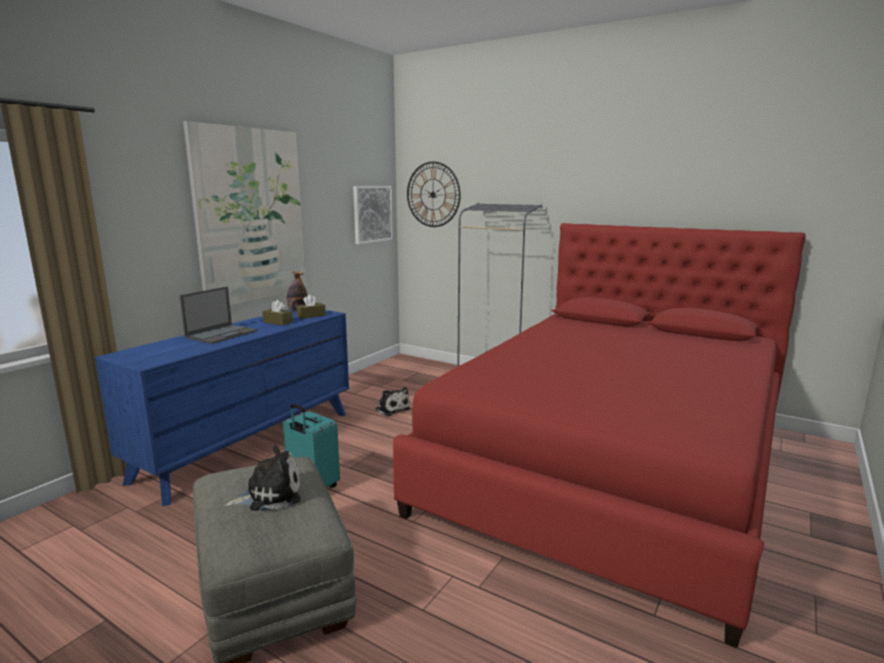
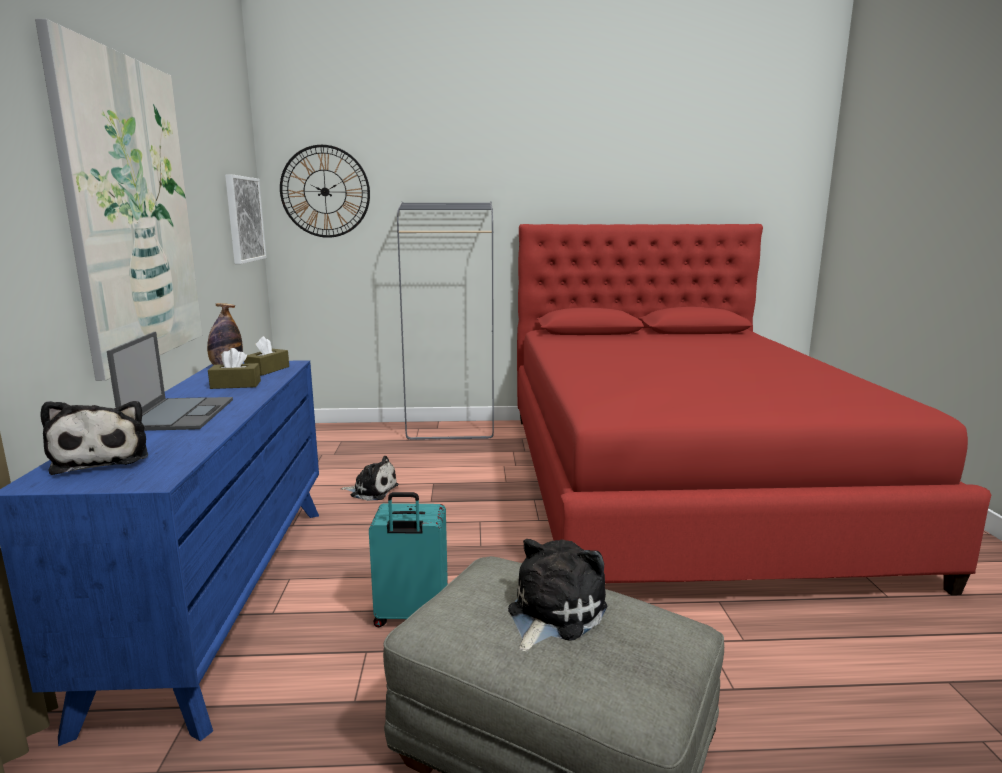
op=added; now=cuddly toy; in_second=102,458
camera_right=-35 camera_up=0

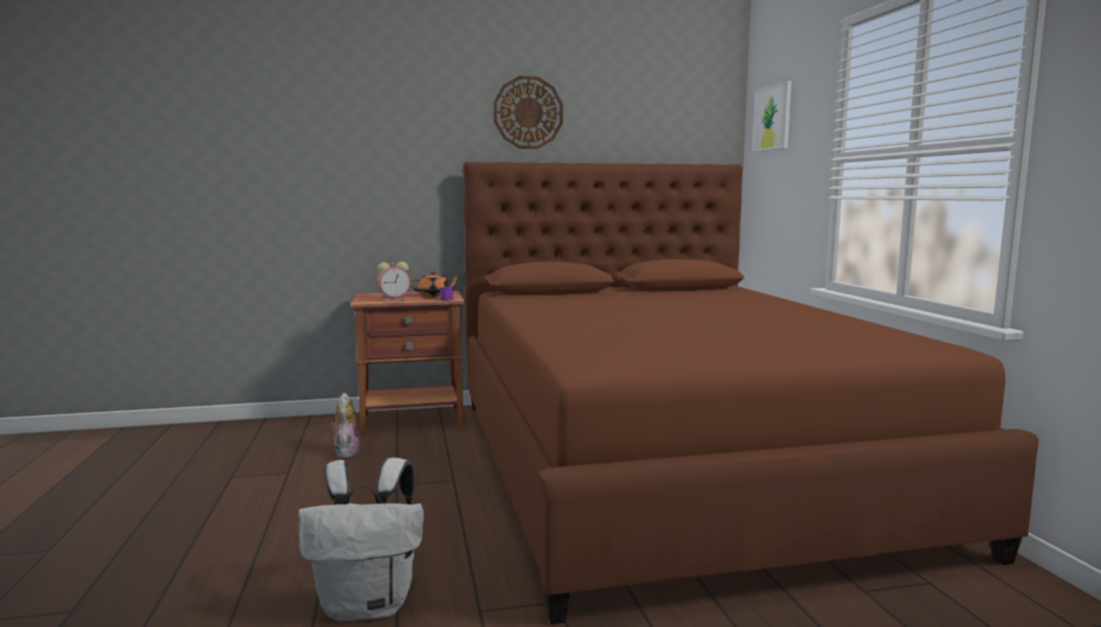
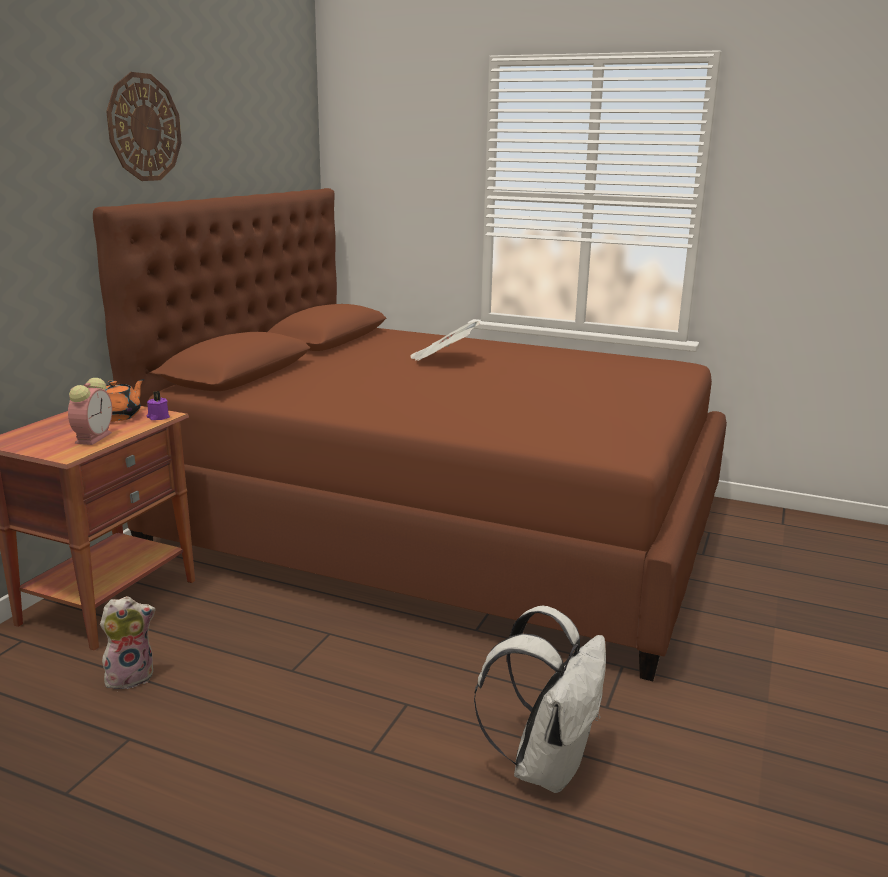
op=turned; was=cuddly toy; in_first=345,452; in_second=131,676; clockwise=120
op=added; now=newspaper; in_second=442,360
op=removed; was=wall picture; in_first=772,118
camera_right=-55 camera_up=10

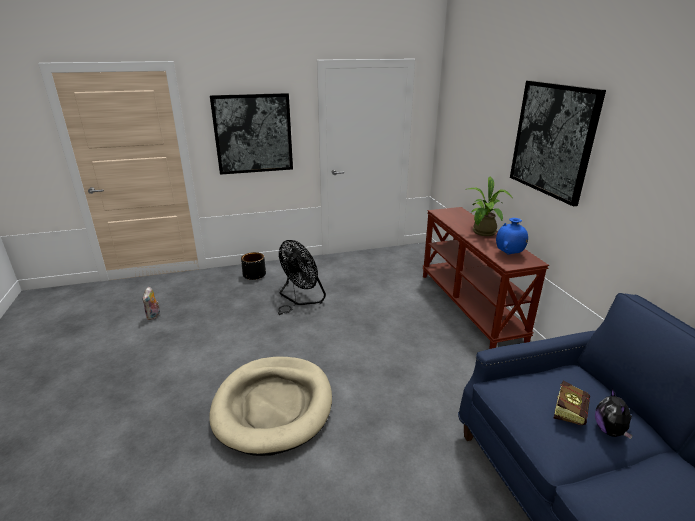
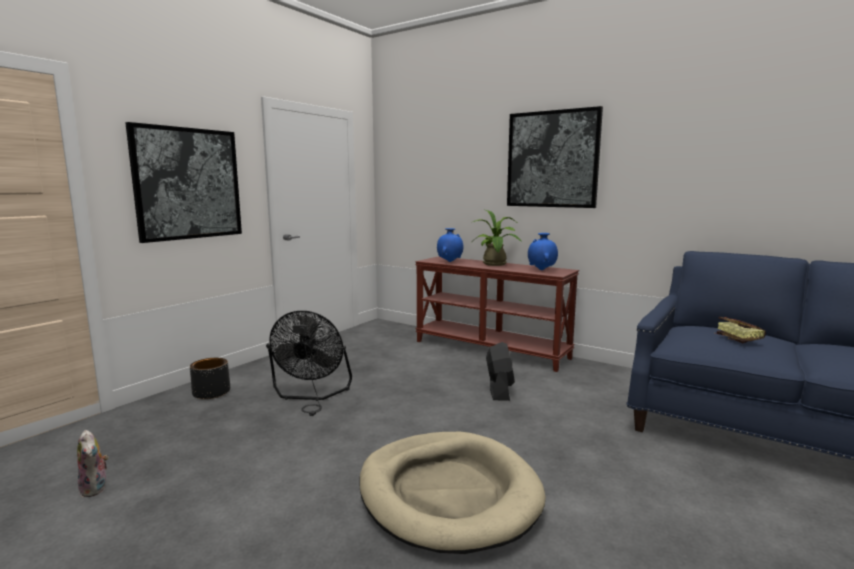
op=added; now=bluish flower vase; in_second=450,261
op=added; now=blackish fan; in_second=499,390
op=removed; was=cuddly toy; in_first=610,430
camera_right=-40 camera_up=-15

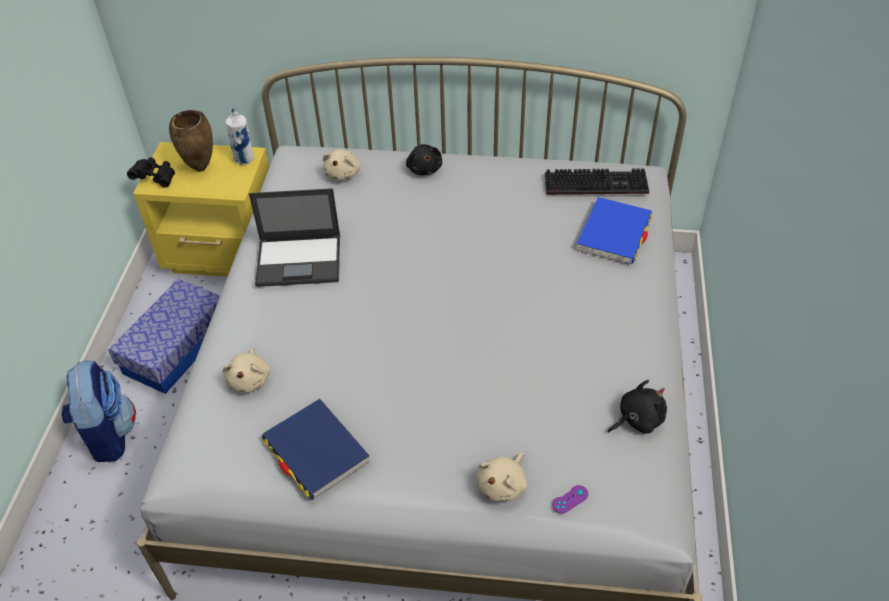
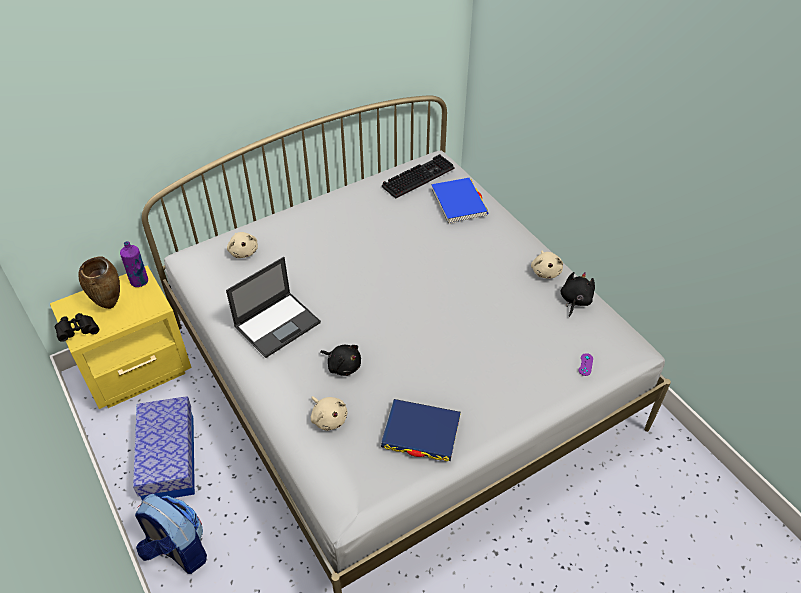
op=recoloured; was=white-coloured beverage bottle; now=purple-coloured beverage bottle; in_first=244,159; in_second=140,281
op=moved; was=blackish cuddly toy; in_first=424,168; in_second=343,365
op=moved; was=sand-coloured cuddly toy; in_first=503,485; in_second=546,271
camera_right=-40 camera_up=0

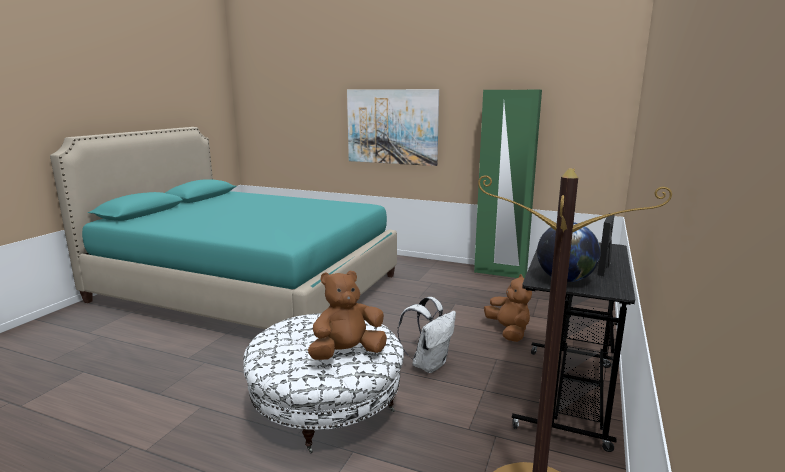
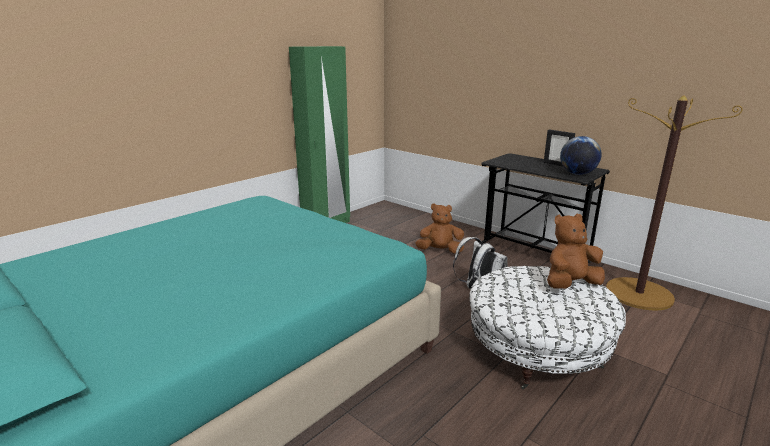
op=turned; was=brown-coloured cuddly toy; in_first=347,353; in_second=570,284; clockwise=75
op=removed; was=wall picture; in_first=392,127
camera_right=-70 camera_up=5

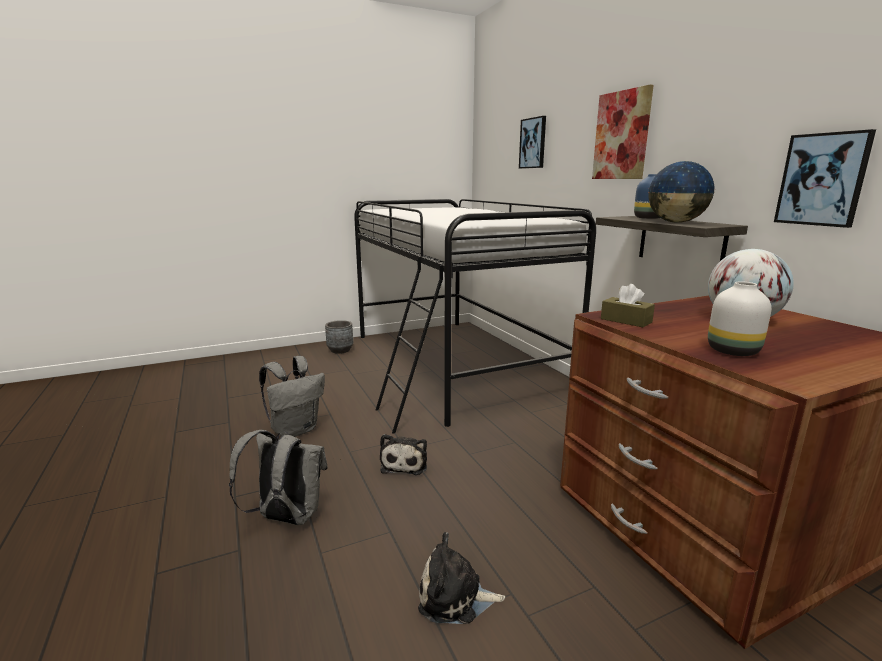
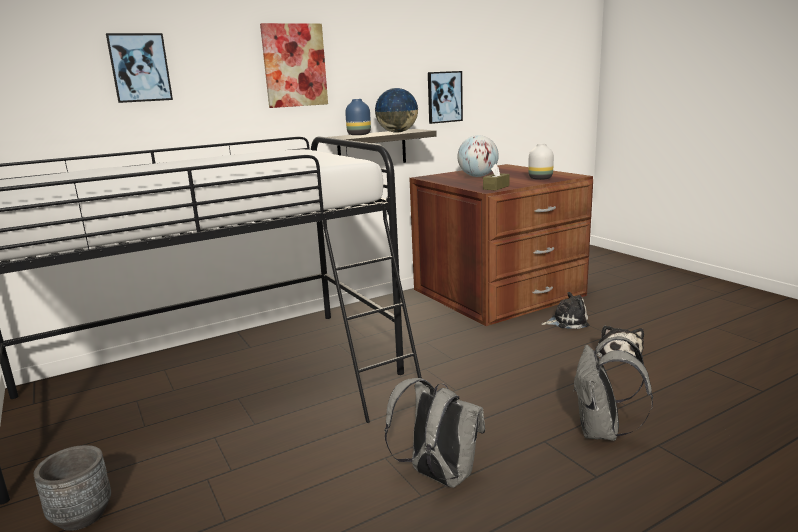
op=moved; was=cuddly toy; in_first=405,463; in_second=567,321
camera_right=-95 camera_up=0

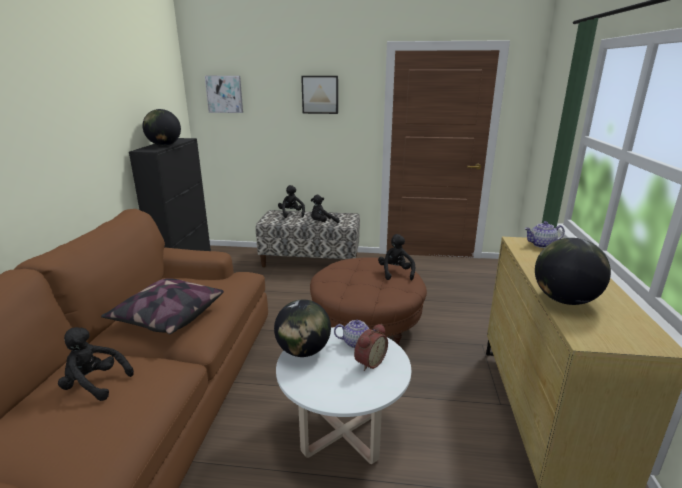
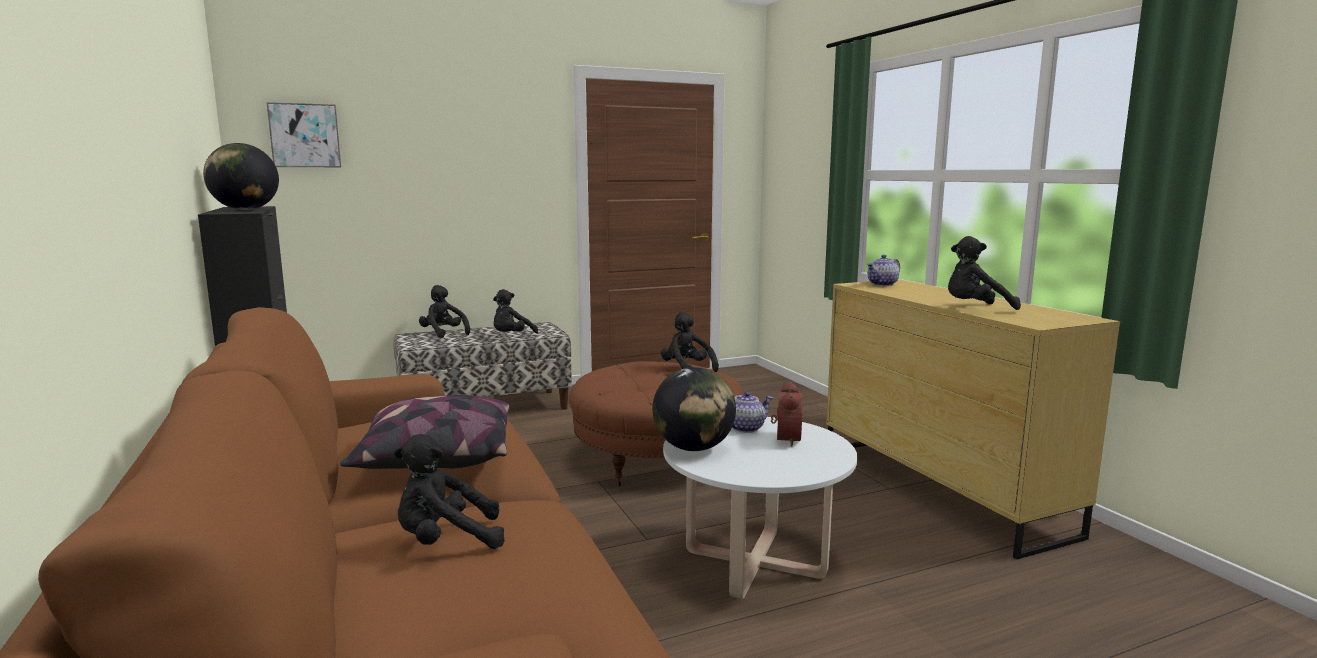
op=replaced; was=desk globe; now=blackish cuddly toy; in_first=564,300; in_second=975,309
op=removed; was=wall picture; in_first=320,94
camera_right=-30 camera_up=-10

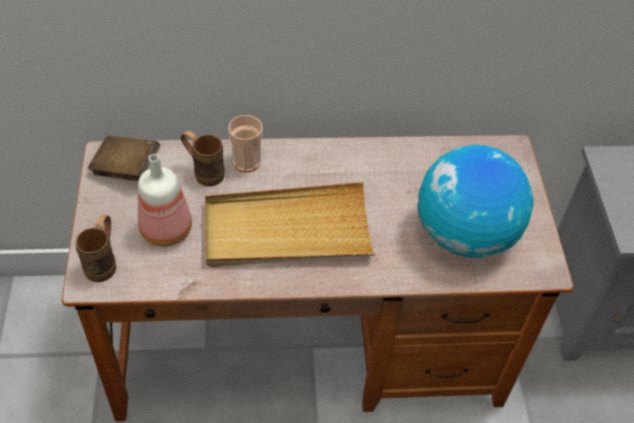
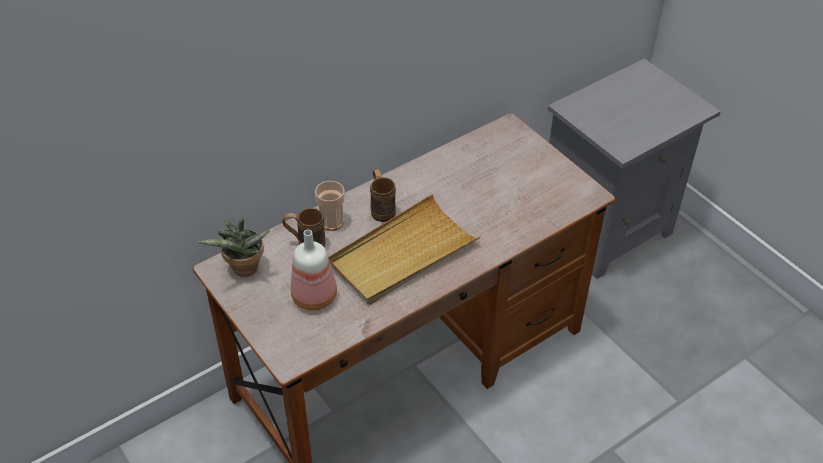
op=replaced; was=brown-coloured bound book; now=plant in a pot; in_first=126,169; in_second=244,271
op=moved; was=brown-coloured tea mug; in_first=104,262; in_second=381,208
op=removed; was=desk globe; in_first=464,235
camera_right=-30 camera_up=-5

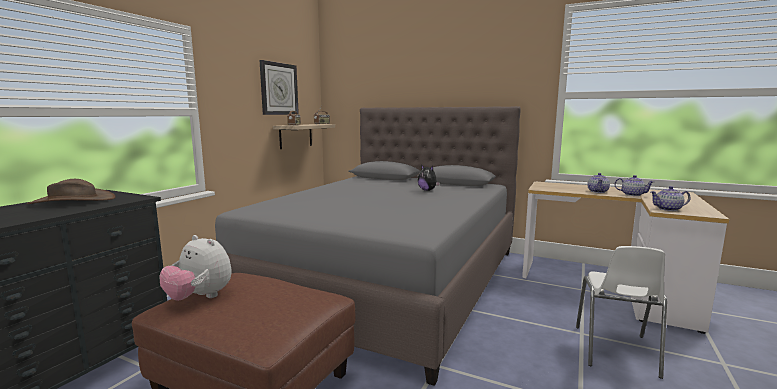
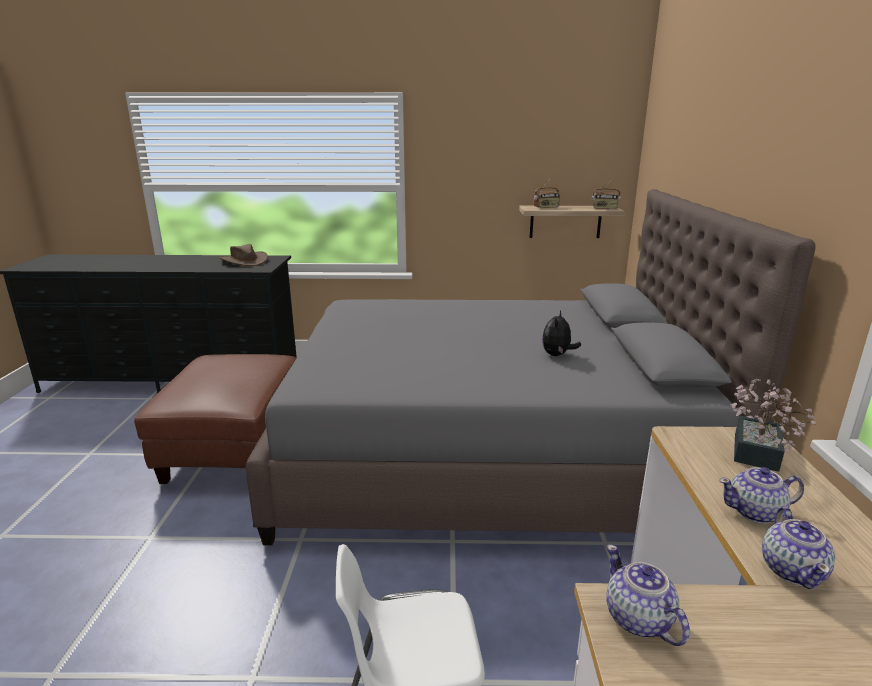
op=added; now=plant in a pot; in_second=754,455
op=removed; was=cuddly toy; in_first=200,298
op=removed; was=clock on the wall; in_first=279,89
camera_right=65 camera_up=10

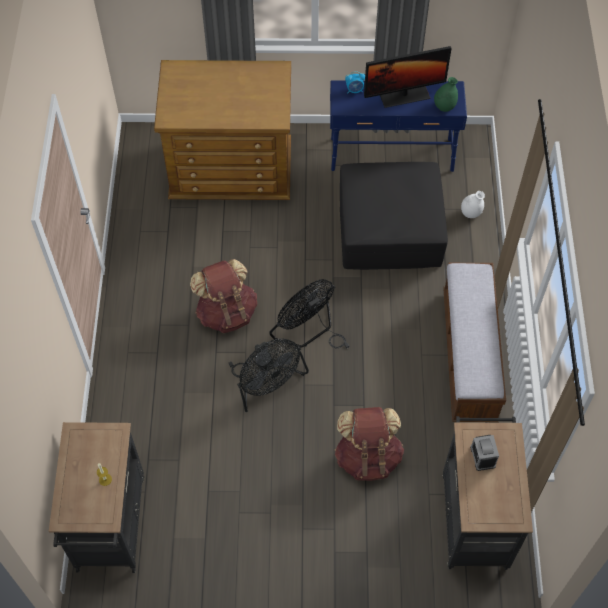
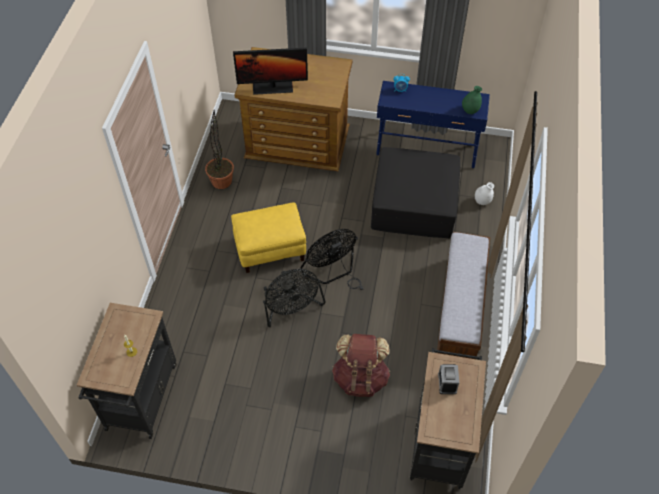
op=added; now=plant in a pot; in_second=221,181
op=replaced; was=brown-coloured knapsack; now=yellow footrest; in_first=226,312; in_second=270,249
op=moved; was=monitor; in_first=404,95; in_second=272,87
camera_right=10 camera_up=-5

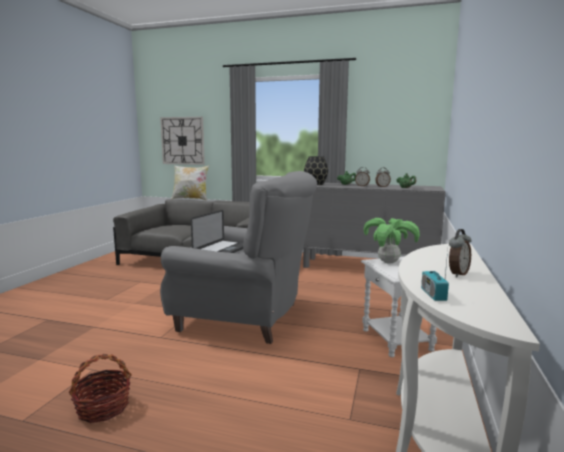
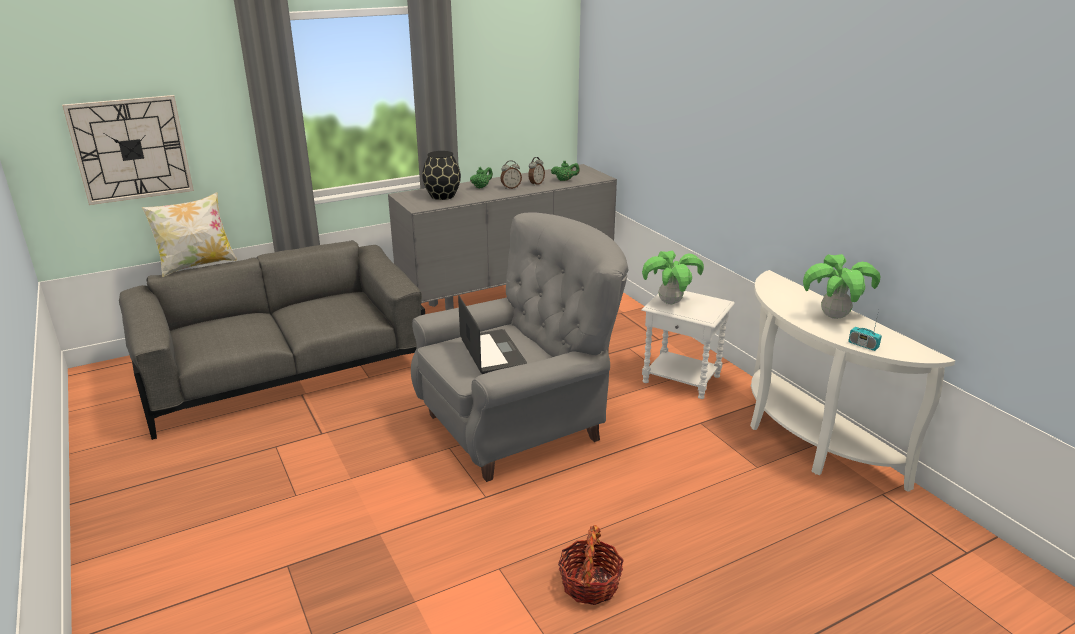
op=replaced; was=bedside clock; now=plant in a pot; in_first=457,274; in_second=833,316
camera_right=-45 camera_up=15

